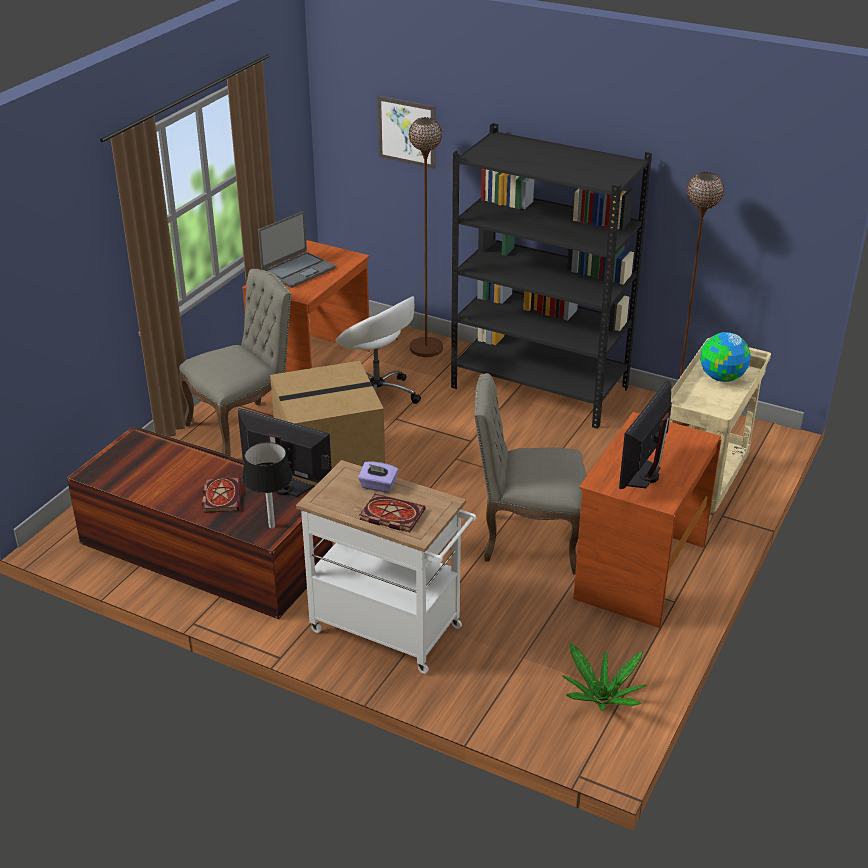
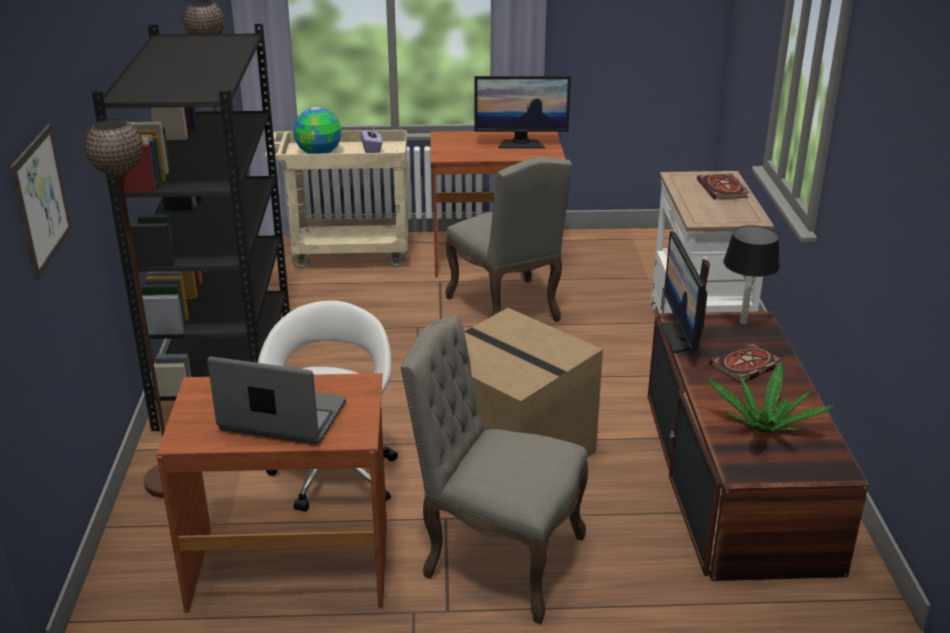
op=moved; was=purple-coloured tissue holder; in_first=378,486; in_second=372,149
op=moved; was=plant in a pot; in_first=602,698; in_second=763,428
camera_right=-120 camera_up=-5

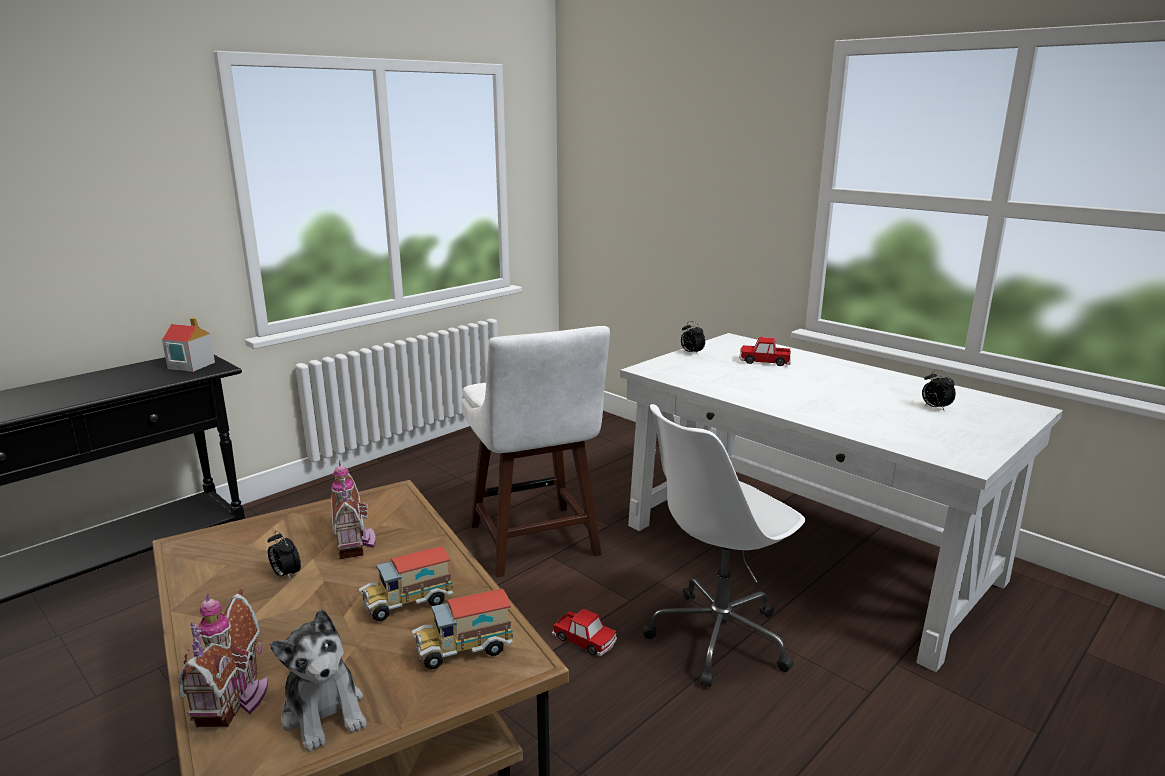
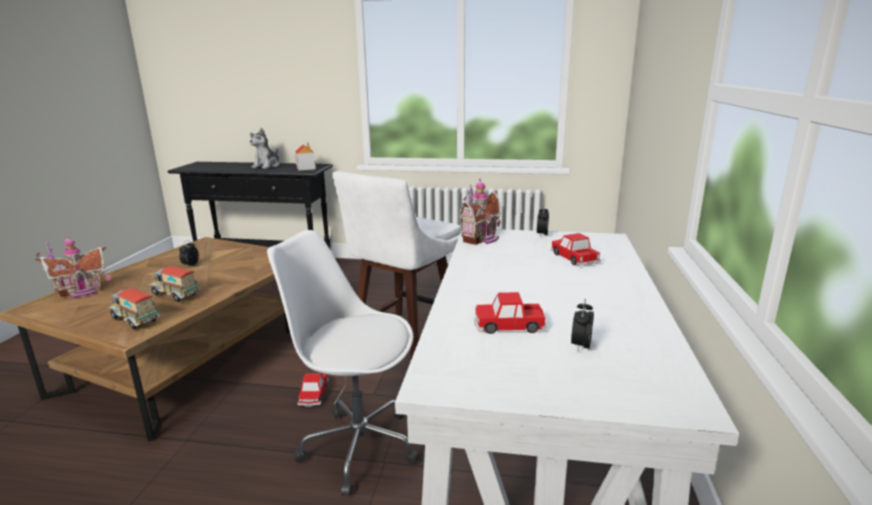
op=moved; was=cuddly toy; in_first=324,712; in_second=267,166
op=moved; was=model house; in_first=355,542; in_second=482,239
op=added; now=toy car; in_second=508,325
camera_right=55 camera_up=0

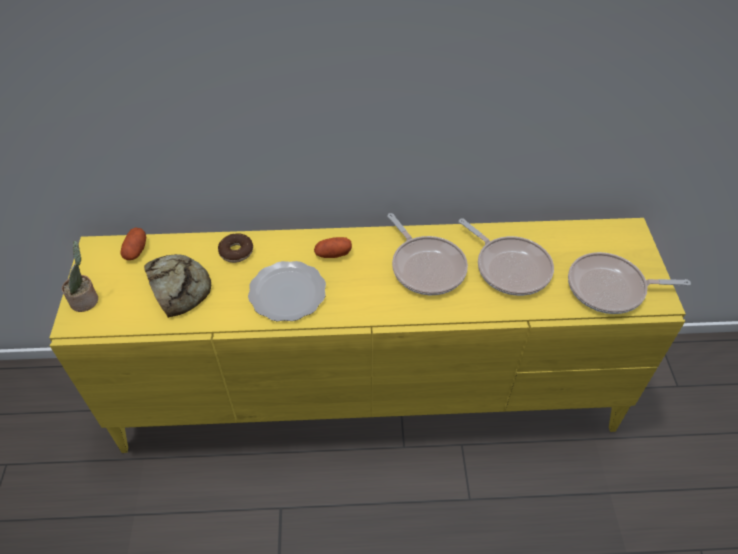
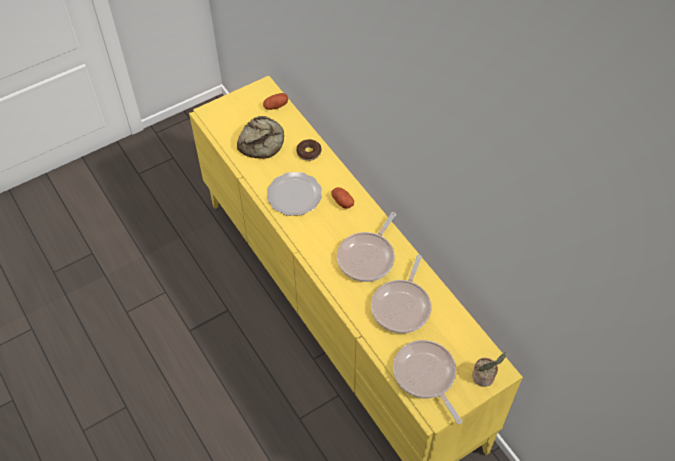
op=moved; was=plant in a pot; in_first=86,300; in_second=485,377
camera_right=60 camera_up=5

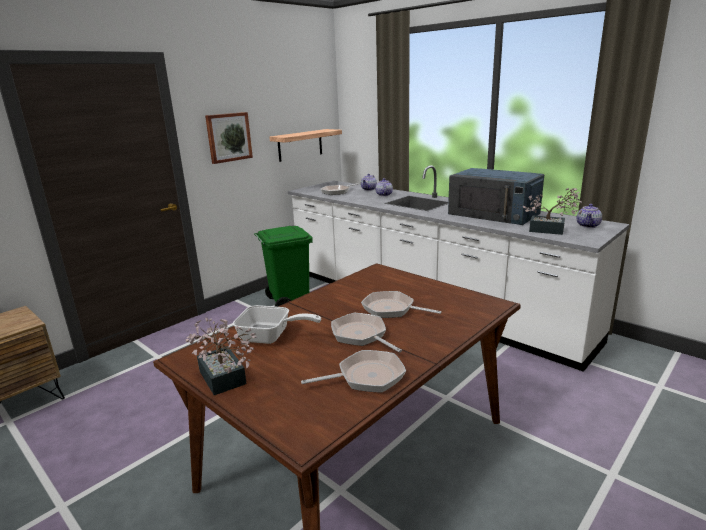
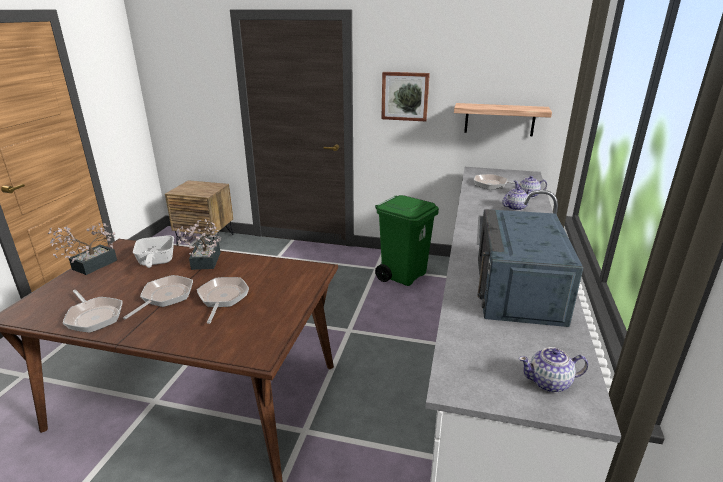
op=moved; was=plant in a pot; in_first=551,230; in_second=204,263
camera_right=60 camera_up=5

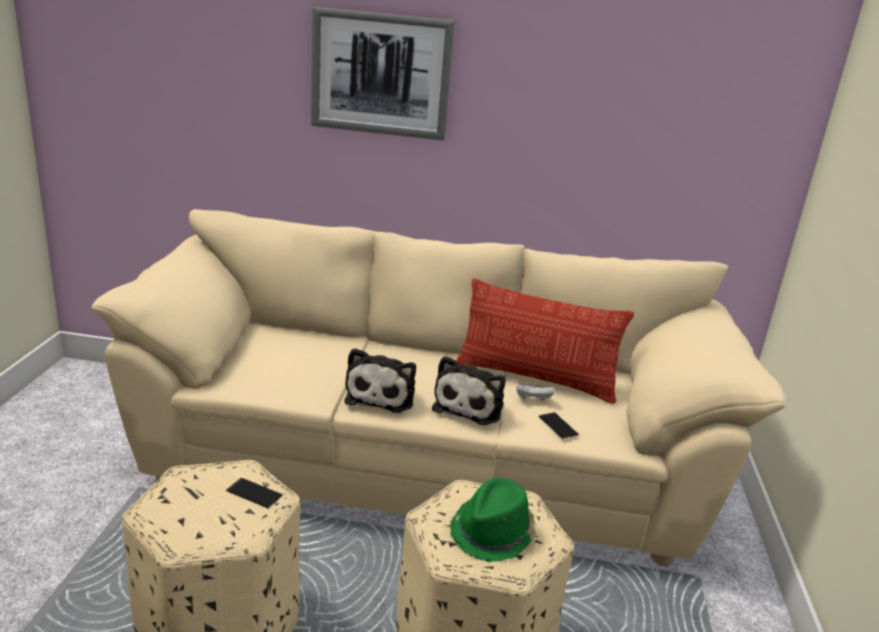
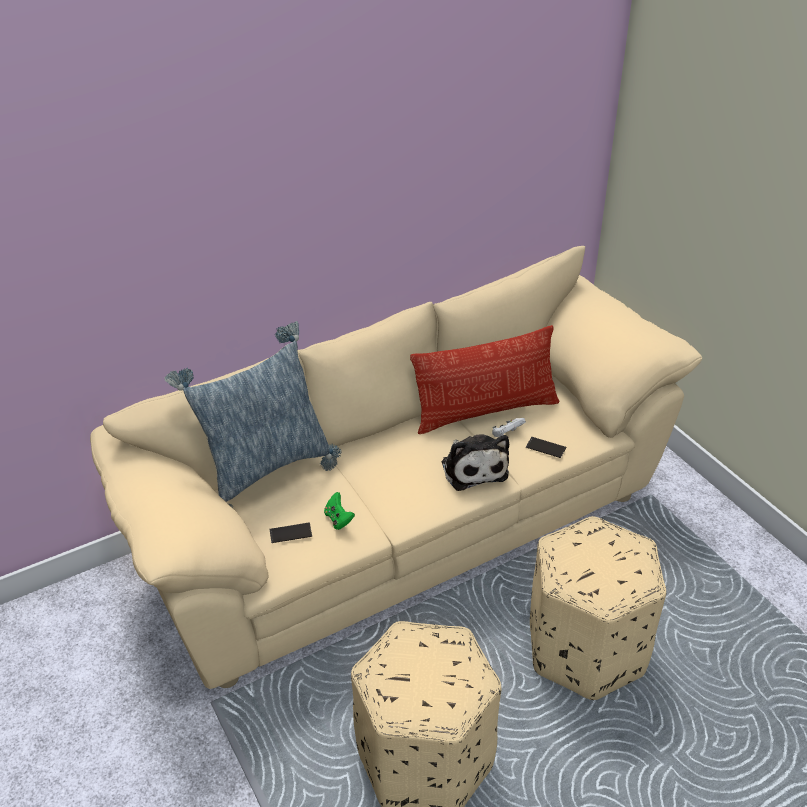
op=added; now=cushion; in_second=264,479
op=moved; was=handset; in_first=254,493; in_second=290,533
op=added; now=greenish gamepad; in_second=338,519
op=removed; was=wall picture; in_first=381,74
op=removed; was=cuddly toy; in_first=382,395
op=removed; was=greenish wearable hat; in_first=493,533
camera_right=-35 camera_up=15

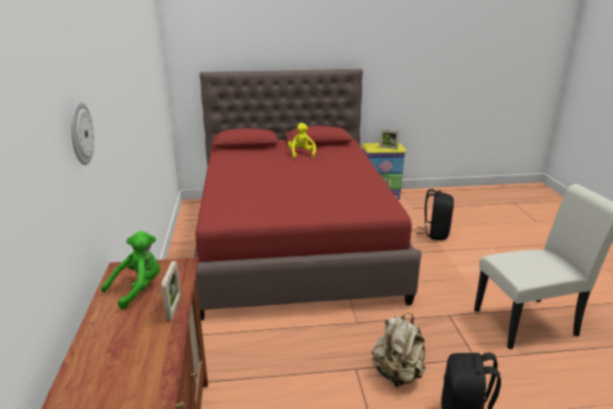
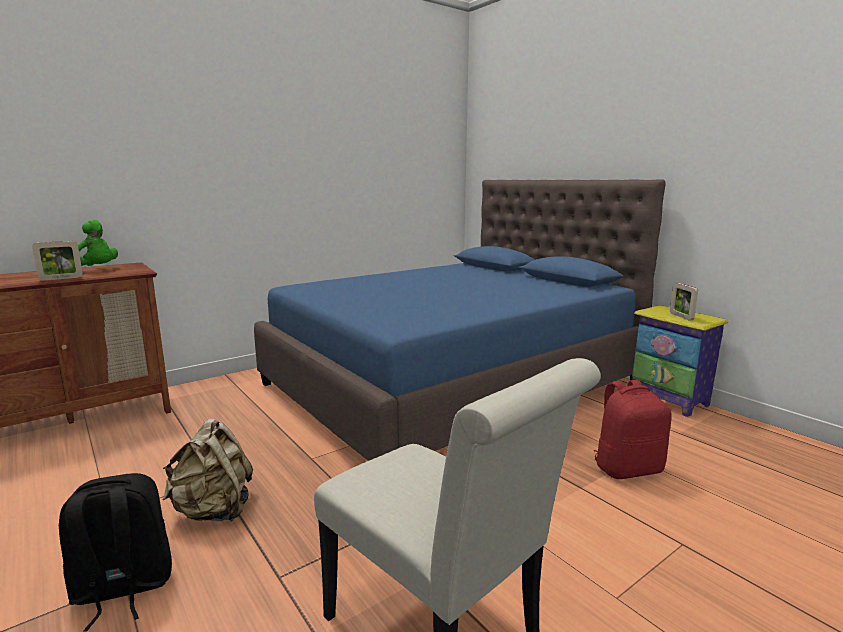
op=recoloured; was=reddish bedroom bed; now=bluish bedroom bed; in_first=294,241; in_second=451,384
op=recoloured; was=blackish knapsack; now=reddish knapsack; in_first=435,233; in_second=627,468
op=removed; was=clock on the wall; in_first=80,133
op=removed; was=yellow cuddly toy; in_first=301,154
camera_right=60 camera_up=-10

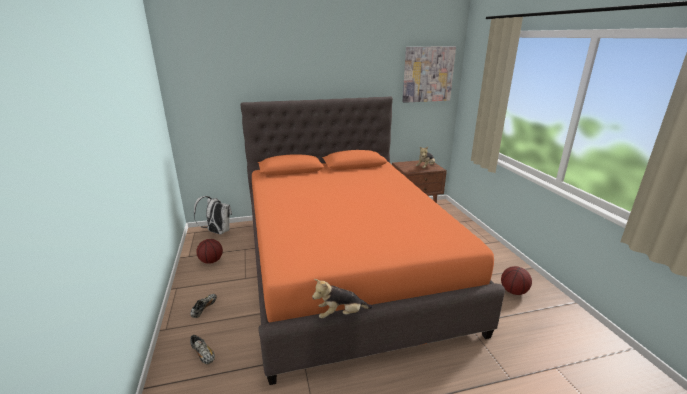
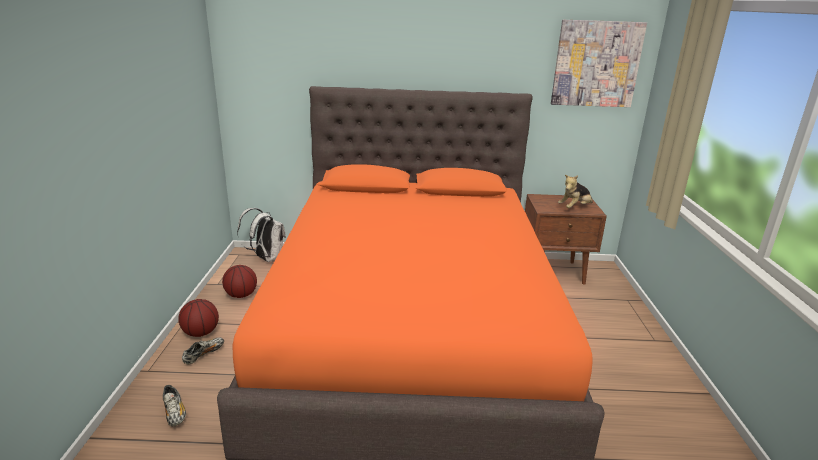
op=moved; was=ball for basketball; in_first=513,291; in_second=200,333
op=removed; was=cuddly toy; in_first=341,314
camera_right=15 camera_up=0

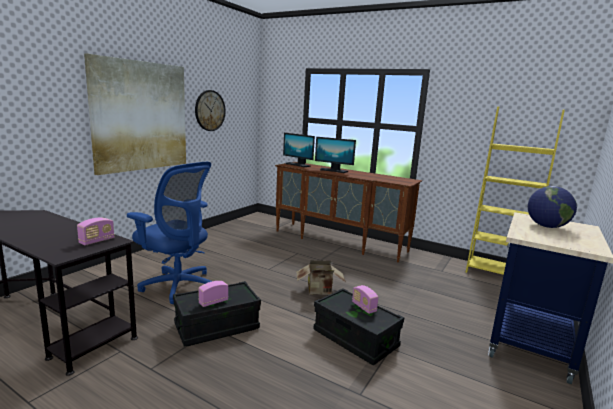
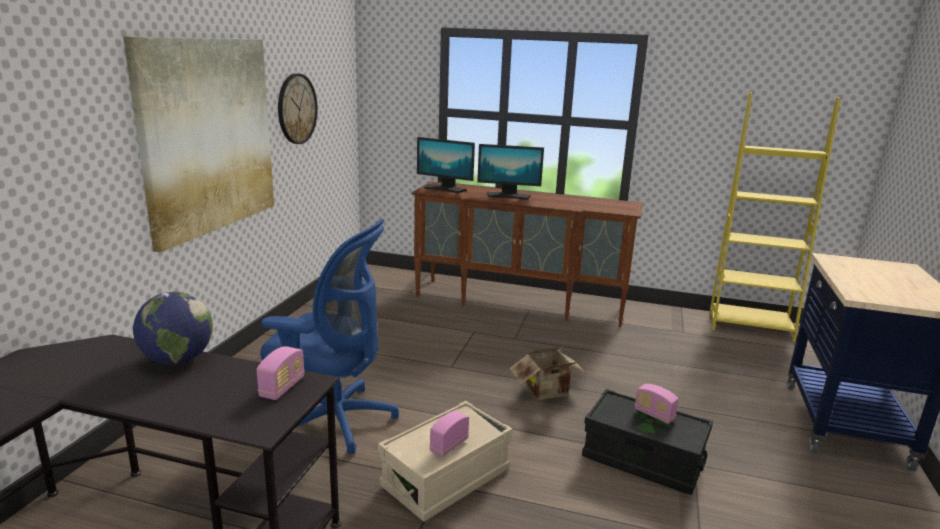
op=moved; was=desk globe; in_first=546,226; in_second=178,360
op=recoloured; was=blackish storage box; now=sand-coloured storage box; in_first=217,327; in_second=445,479
camera_right=-15 camera_up=5

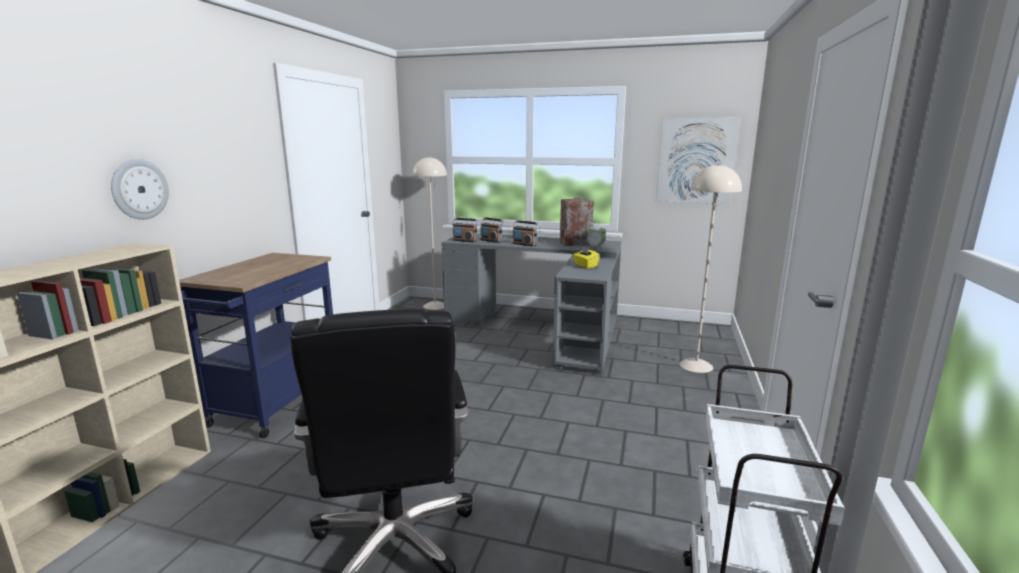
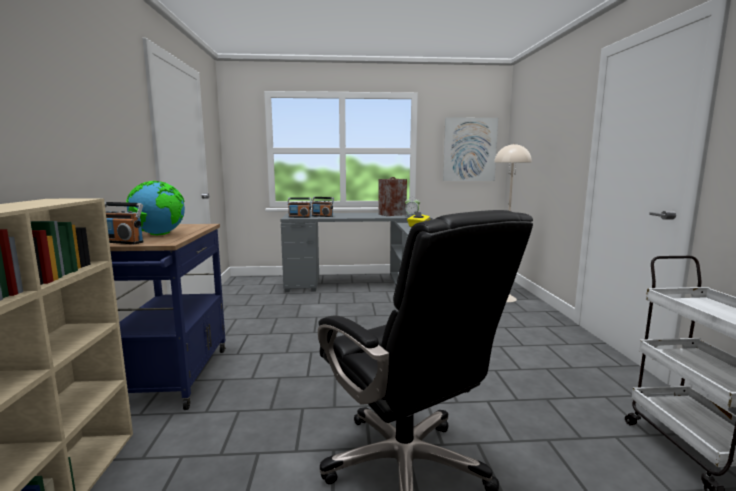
op=moved; was=radio set; in_first=524,244; in_second=122,242
op=added; now=desk globe; in_second=160,235
op=removed; was=clock on the wall; in_first=139,189
op=removed; was=sand-coloured floor lamp; in_first=435,306
camera_right=-20 camera_up=-5

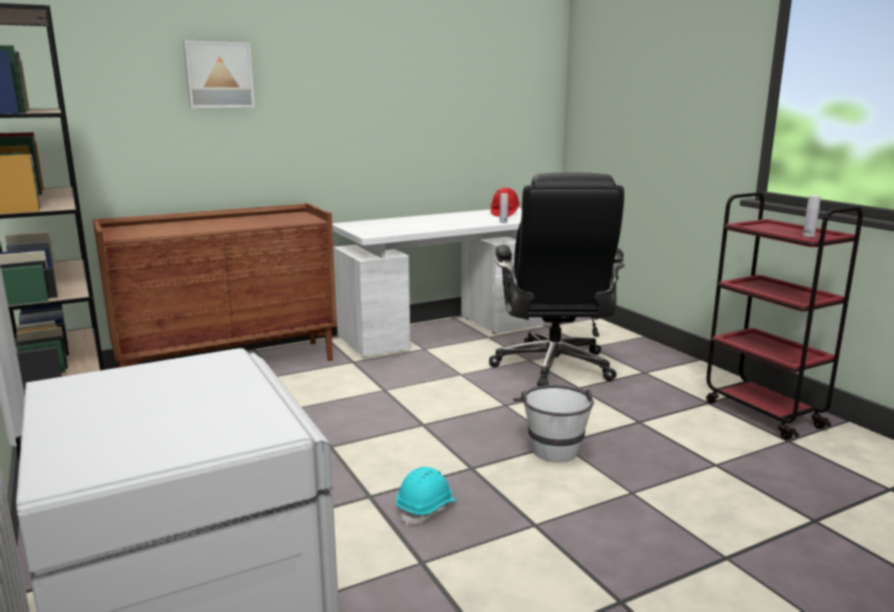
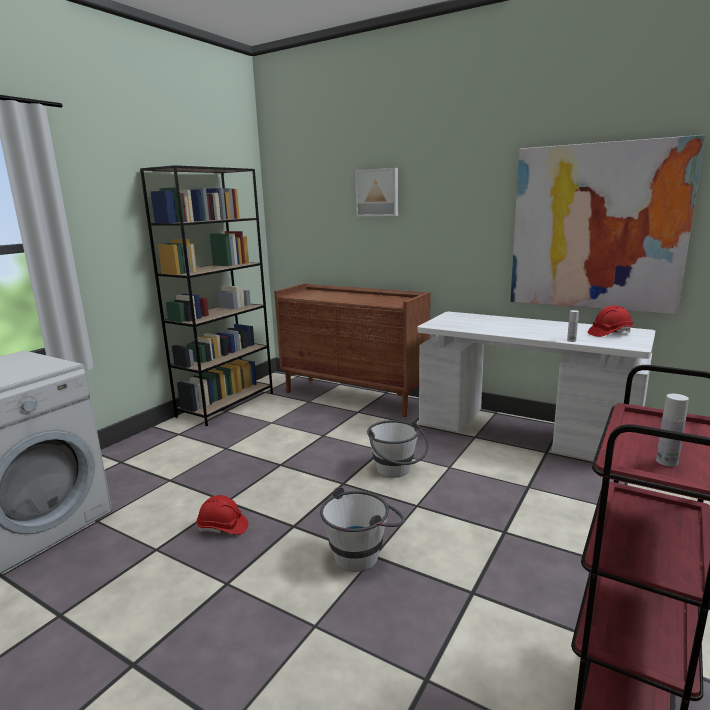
op=recoloured; was=turquoise hard hat; now=reddish hard hat; in_first=426,509; in_second=223,528
op=added; now=white-coloured water bucket; in_second=396,472
op=added; now=wall picture; in_second=596,228
op=removed; was=blackish office chair; in_first=553,366
camera_right=60 camera_up=0

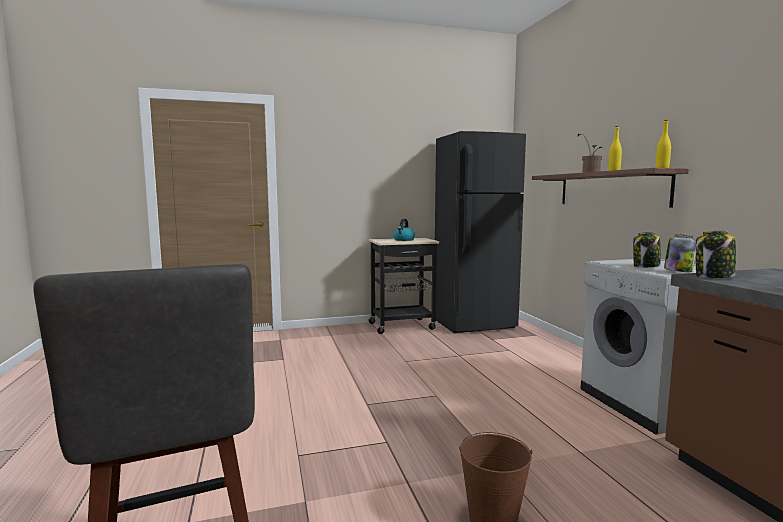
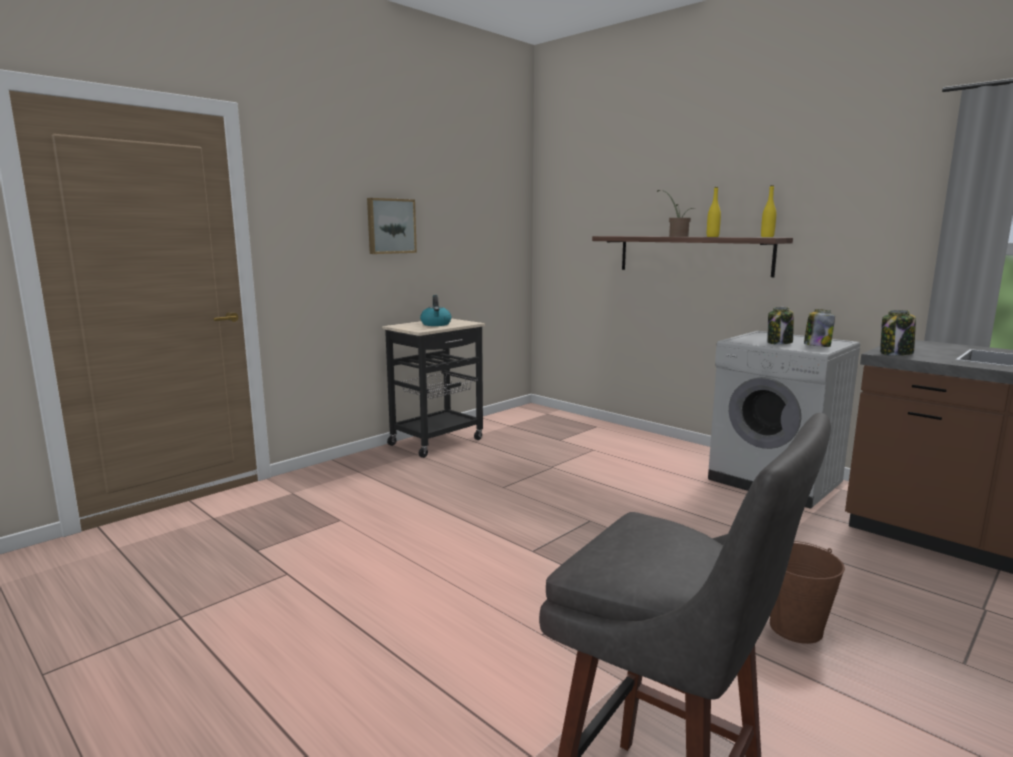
op=added; now=wall picture; in_second=390,226
op=removed; was=blackish kitchen fridge; in_first=474,324
camera_right=-30 camera_up=5

